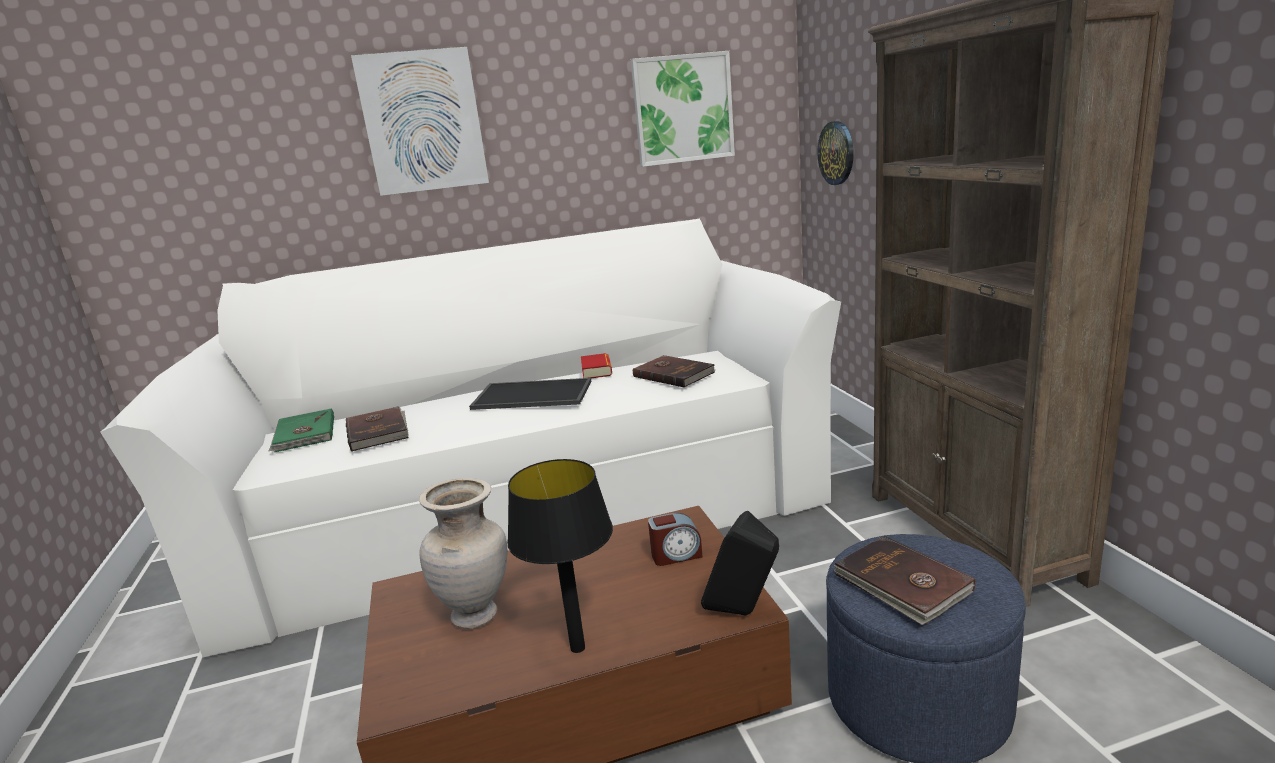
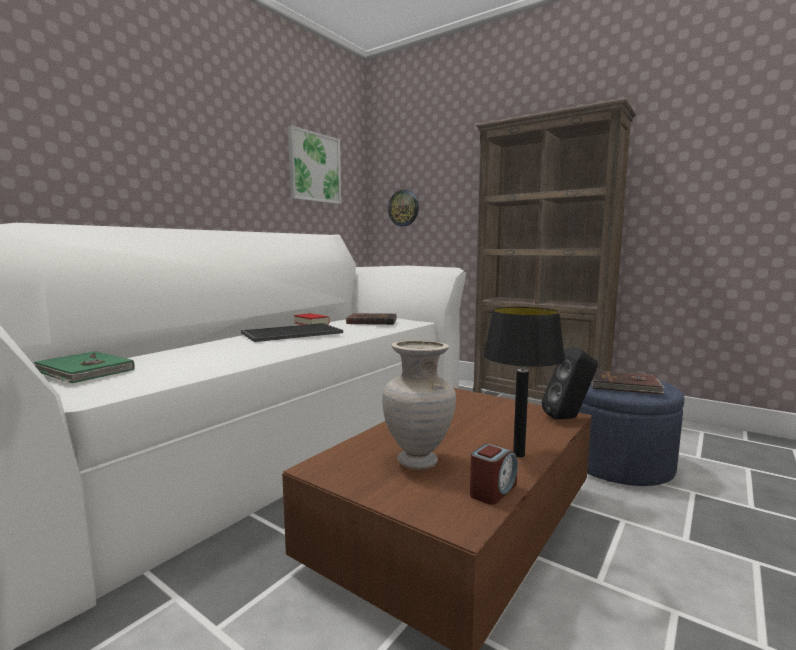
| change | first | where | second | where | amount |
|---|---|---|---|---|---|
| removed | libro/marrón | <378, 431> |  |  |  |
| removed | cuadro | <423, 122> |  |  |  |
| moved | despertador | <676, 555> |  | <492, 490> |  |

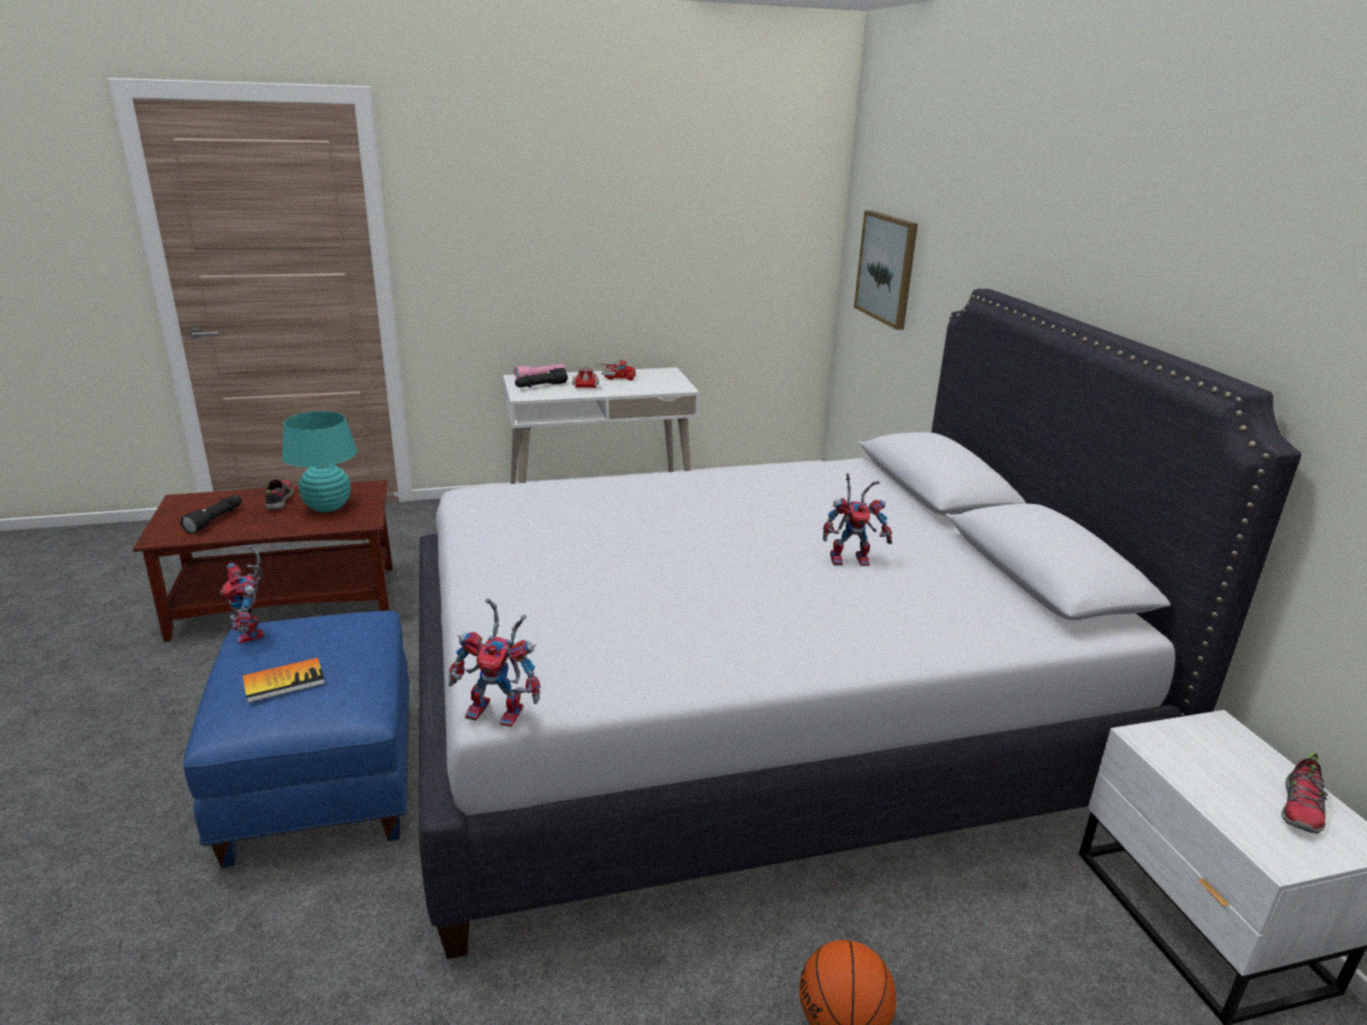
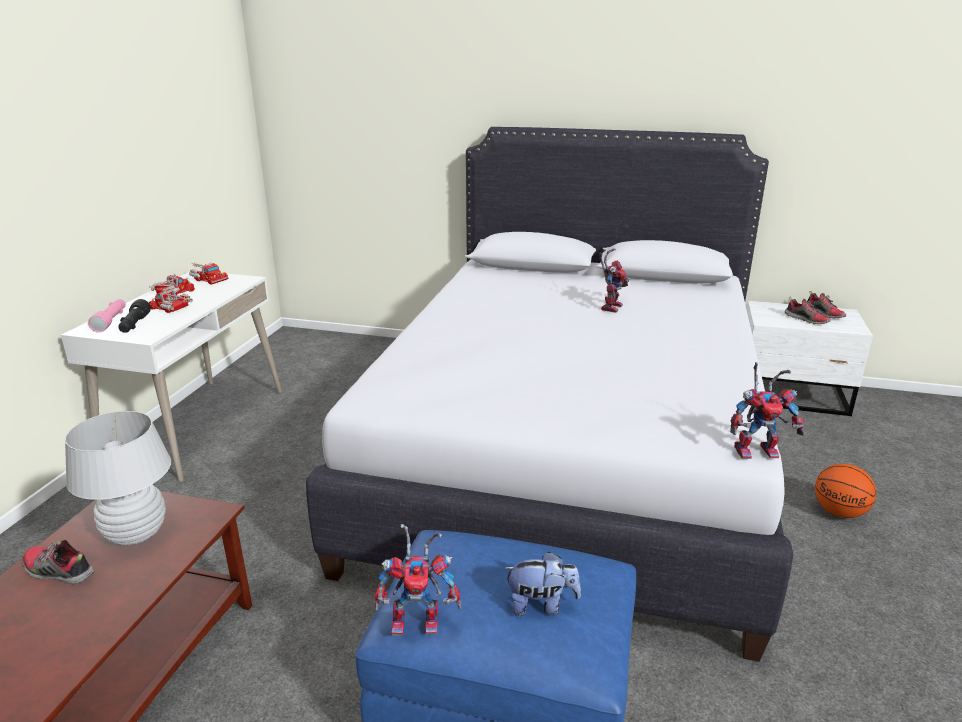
| change | first | where | second | where | amount |
|---|---|---|---|---|---|
| removed | linterna/negro | <215, 520> |  |  |  |
| removed | cuadro | <887, 268> |  |  |  |
| added |  |  | camión de juguete | <207, 279> |  |
| added |  |  | zapato | <806, 320> |  |
| replaced | libro | <284, 682> | peluche | <541, 605> |  |
| recoloured | lámpara de mesa/turquesa | <328, 507> | lámpara de mesa/blanco | <136, 534> |  |
| turned | robot de juguete | <501, 711> |  | <758, 450> | 45 degrees clockwise |

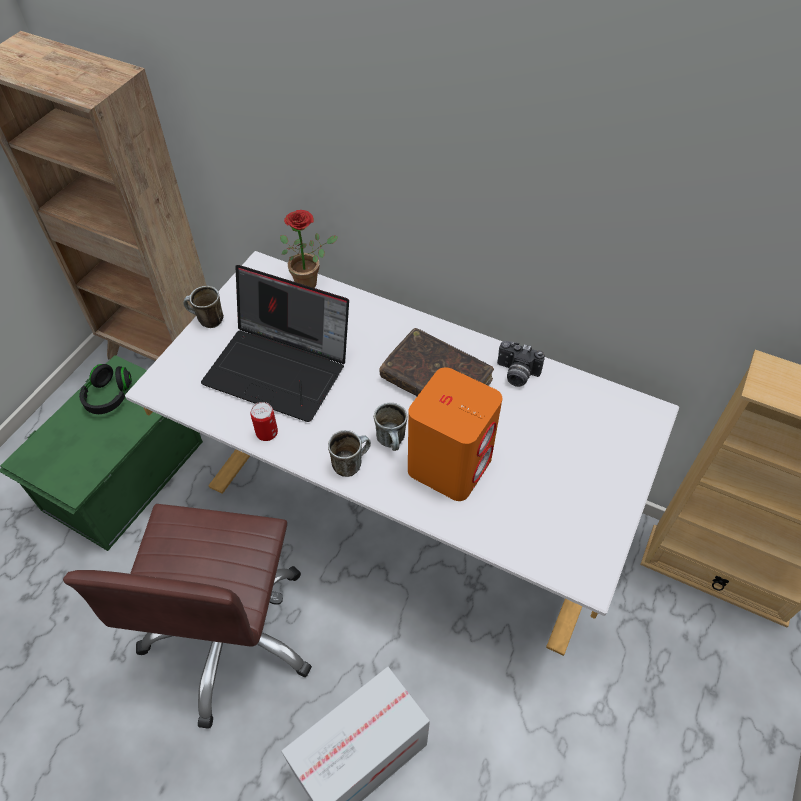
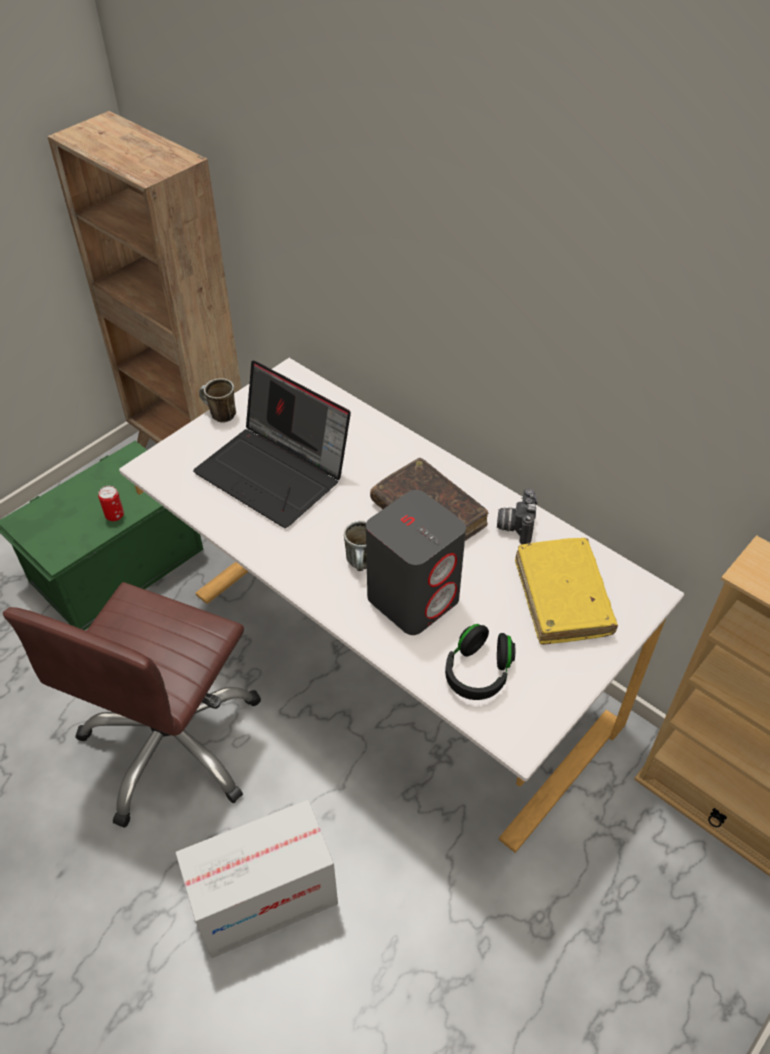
| change | first | where | second | where | amount |
|---|---|---|---|---|---|
| removed | planta en maceta | <310, 282> |  |  |  |
| removed | taza grande | <351, 463> |  |  |  |
| added |  |  | libro/amarillo | <562, 598> |  |
| moved | auriculares/negro | <109, 396> |  | <478, 672> |  |
| moved | lata | <267, 433> |  | <115, 515> |  |
| recoloured | altavoz/naranja | <450, 464> | altavoz/gris | <414, 598> |  |
| turned | cámara | <516, 374> |  | <515, 525> | 60 degrees clockwise |

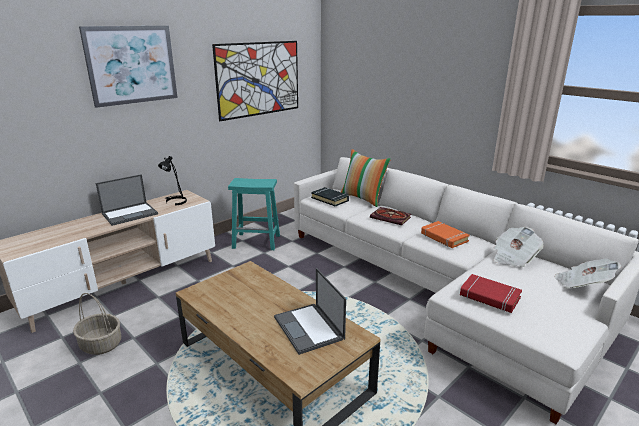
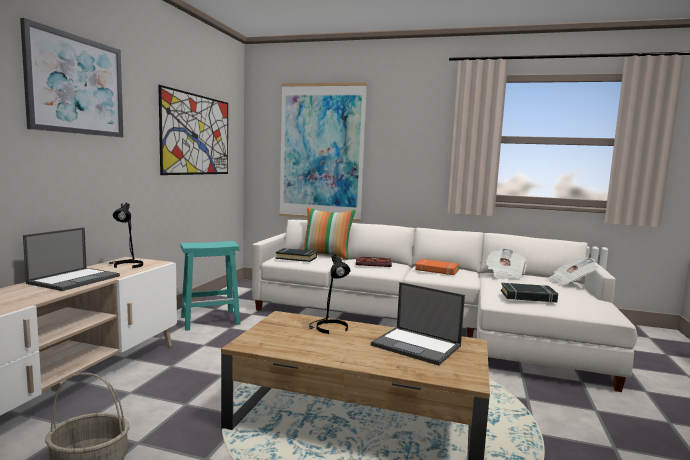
| change | first | where | second | where | amount |
|---|---|---|---|---|---|
| added |  |  | cuadro | <321, 152> |  |
| added |  |  | lámpara de mesa/negro | <330, 328> |  |
| recoloured | libro/rojo | <489, 297> | libro/negro | <528, 297> |  |

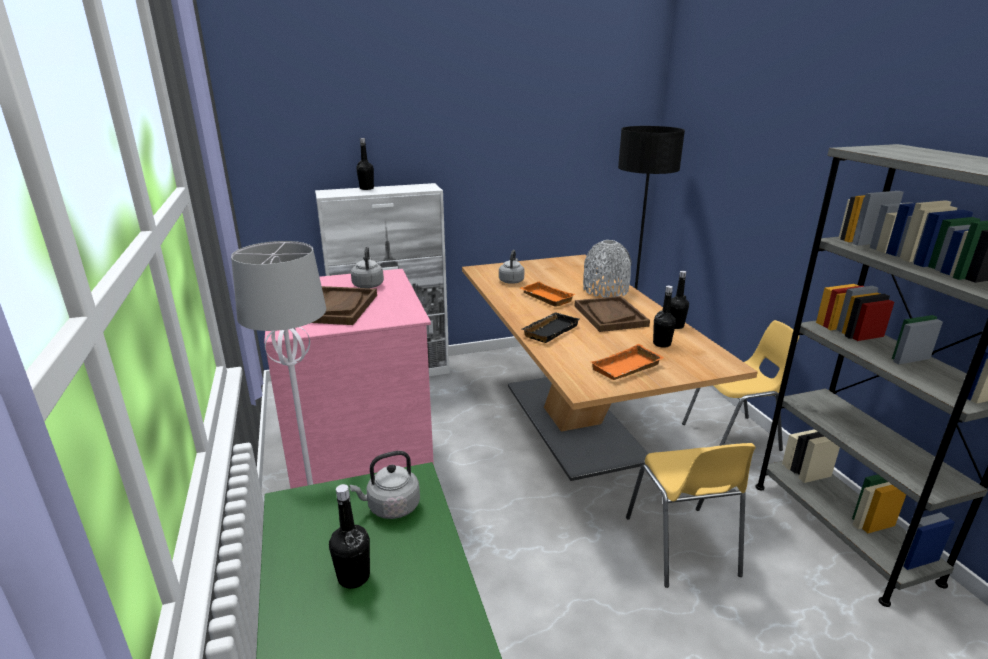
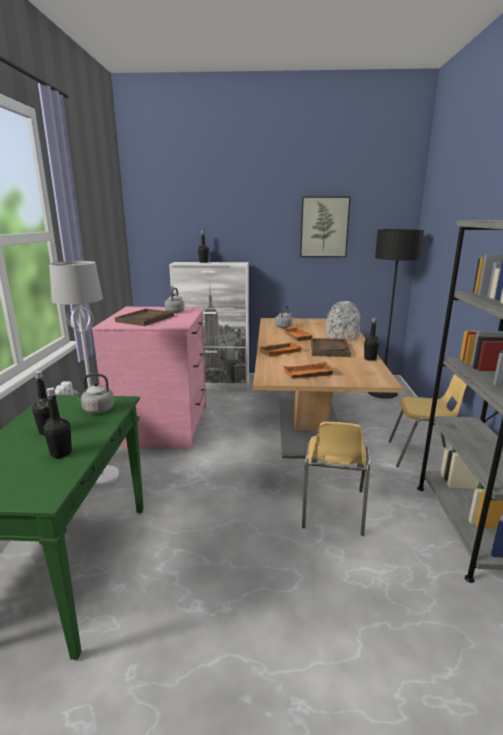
| change | first | where | second | where | amount |
|---|---|---|---|---|---|
| added |  |  | cuadro | <324, 227> |  |
| moved | botella/negro | <661, 344> |  | <61, 453> |  |
| recoloured | bandeja/negro | <549, 330> | bandeja/naranja | <279, 351> |  |

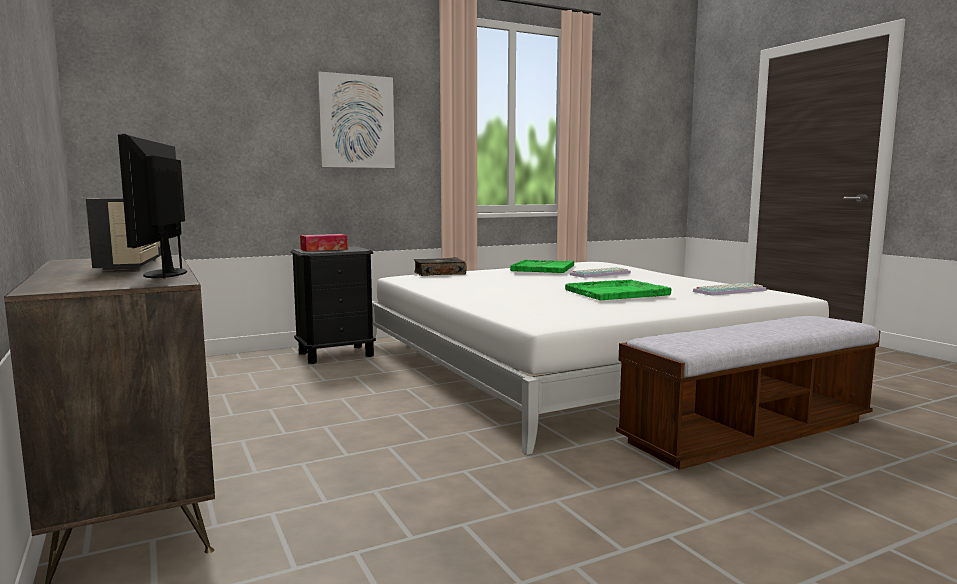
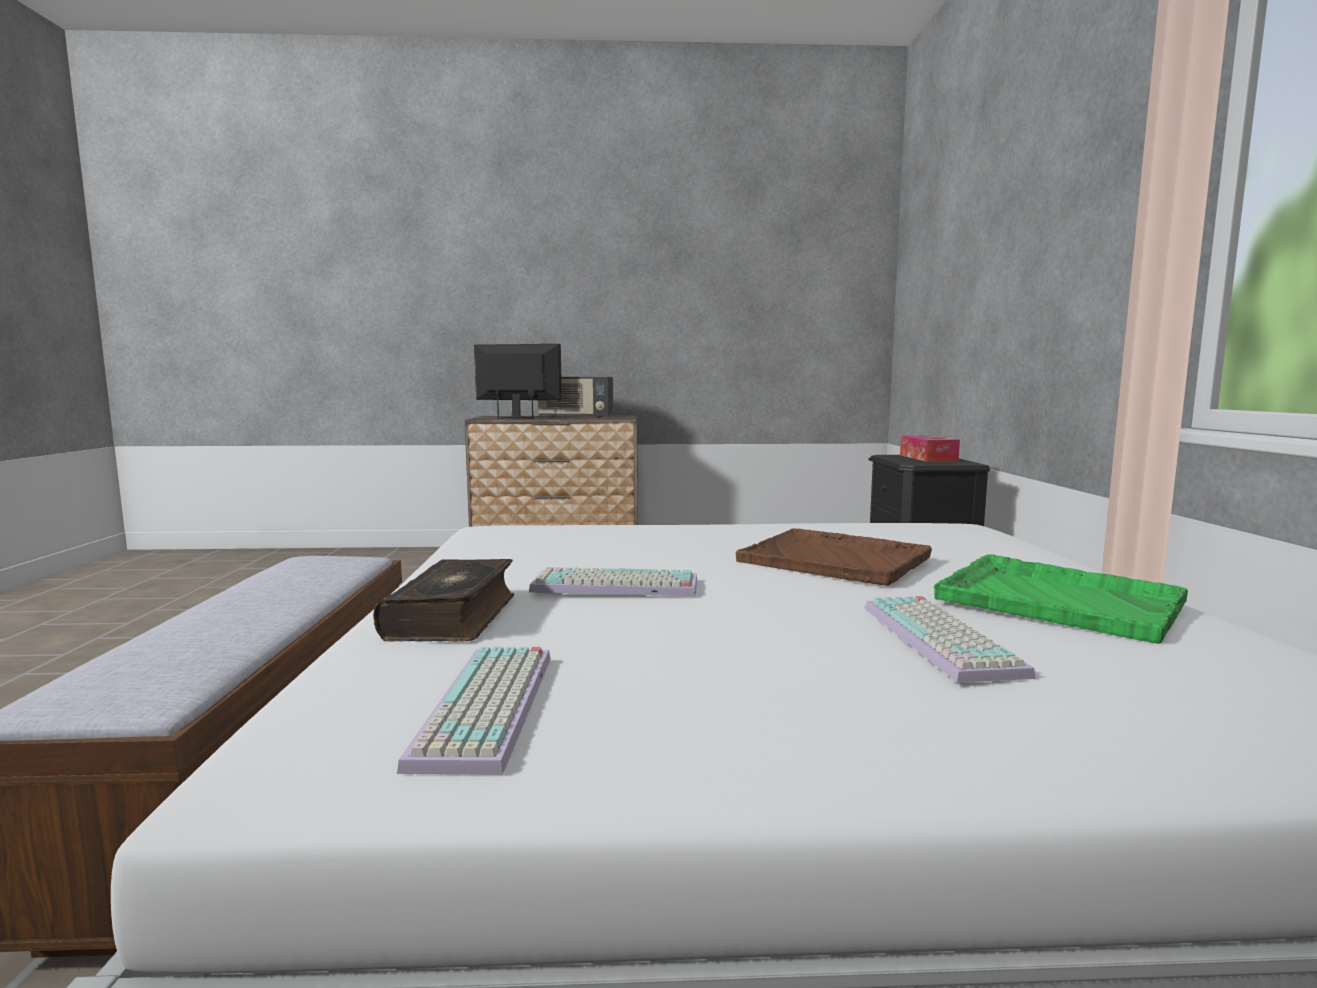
| change | first | where | second | where | amount |
|---|---|---|---|---|---|
| removed | cuadro | <356, 122> |  |  |  |
| added |  |  | bandeja/marrón | <836, 560> |  |
| moved | libro | <439, 273> |  | <454, 617> |  |
| replaced | bandeja/verde | <617, 292> | teclado | <613, 586> |  |

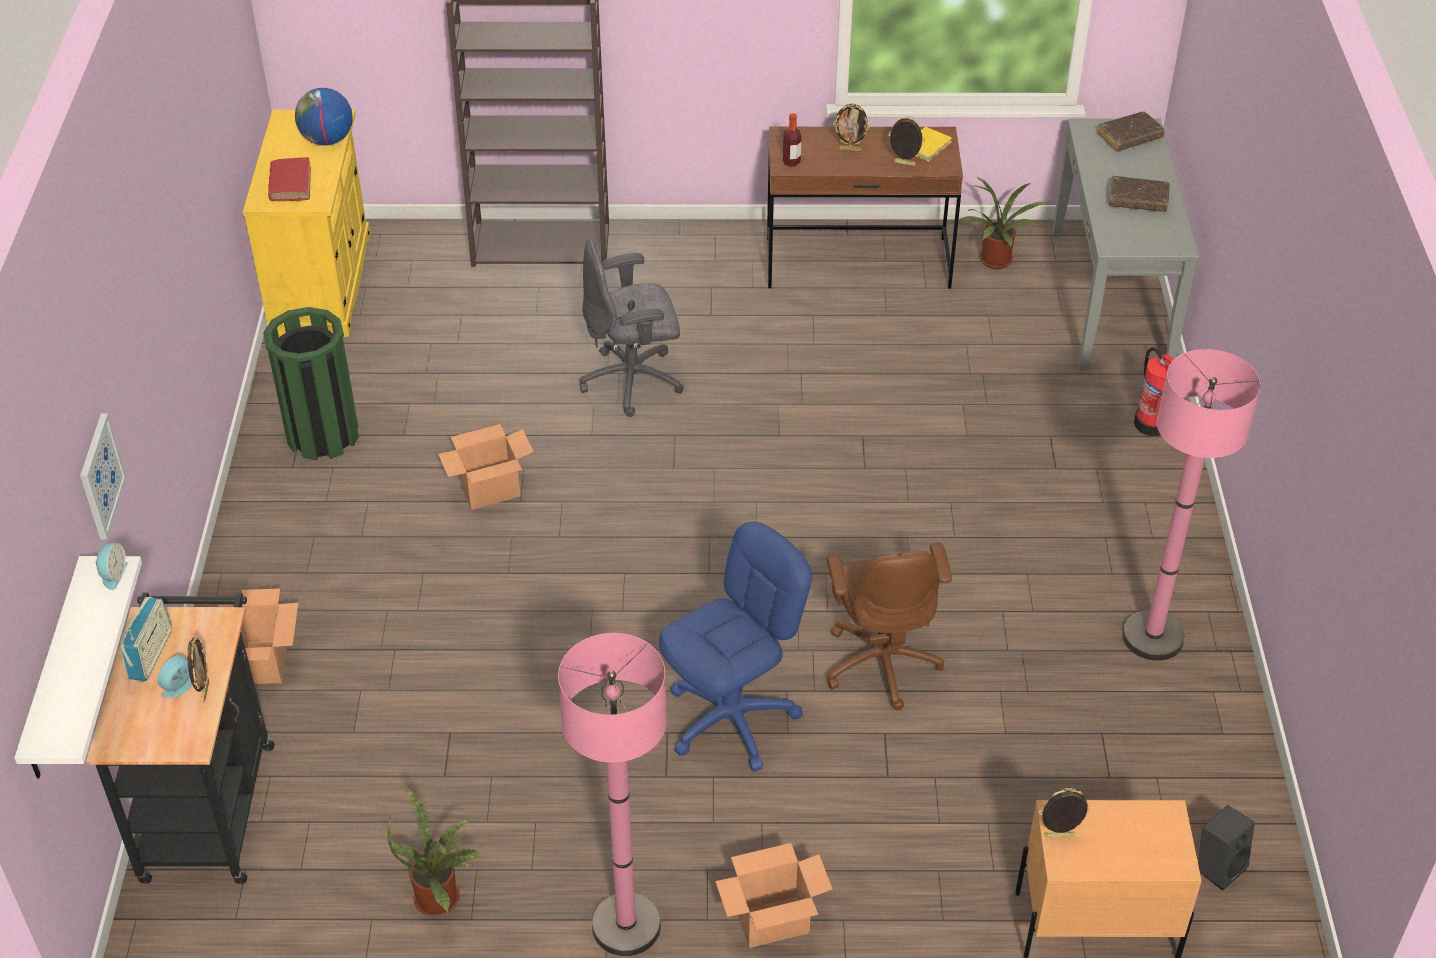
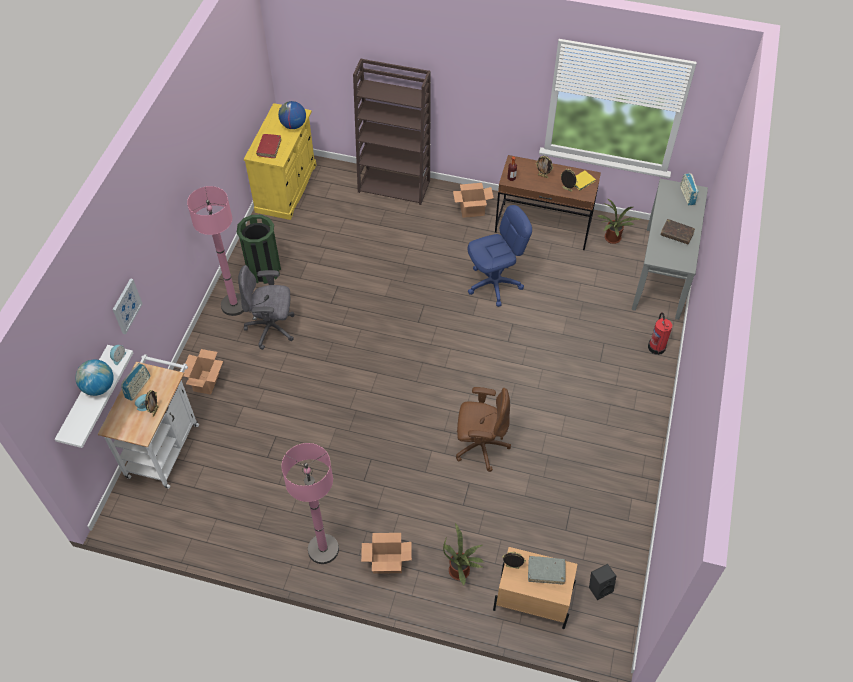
| change | first | where | second | where | amount |
|---|---|---|---|---|---|
| added |  |  | globo terráqueo | <99, 387> |  |
| added |  |  | libro/gris | <546, 571> |  |
| moved | planta en maceta | <442, 897> |  | <461, 570> |  |
| moved | caja de cartón | <489, 491> |  | <472, 211> |  |
| moved | silla de oficina/gris | <633, 381> |  | <272, 328> |  |
| moved | silla de oficina/azul | <732, 719> |  | <494, 284> |  |
| moved | lámpara de pie/rosa | <1152, 637> |  | <234, 305> |  |
| replaced | libro/marrón | <1129, 137> | radio | <687, 195> |  |
| recoloured | carrito/negro | <209, 802> | carrito/blanco | <165, 446> |  |
| turned | silla de oficina/marrón | <881, 662> |  | <480, 446> | 90 degrees counterclockwise |

